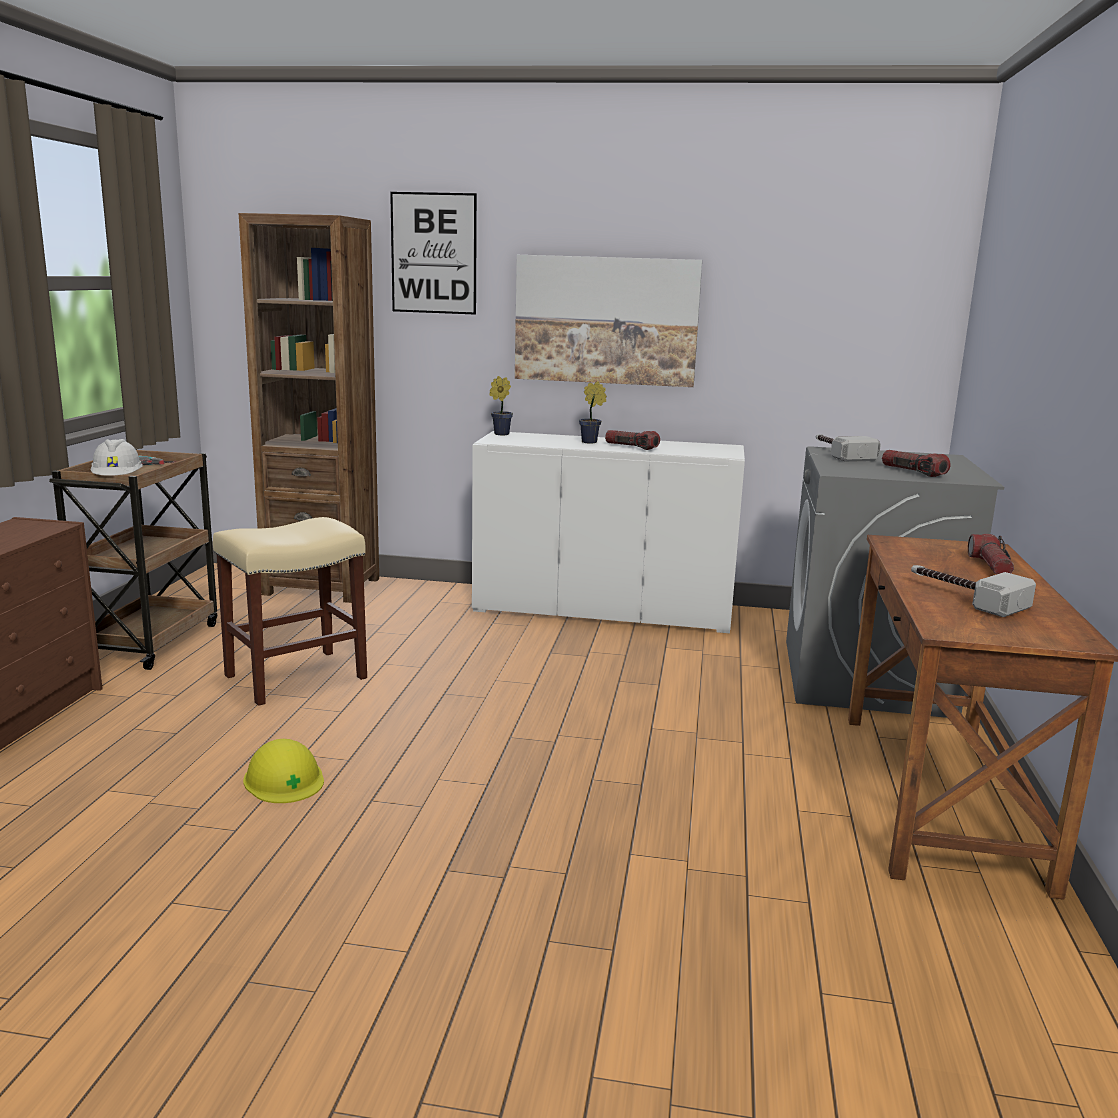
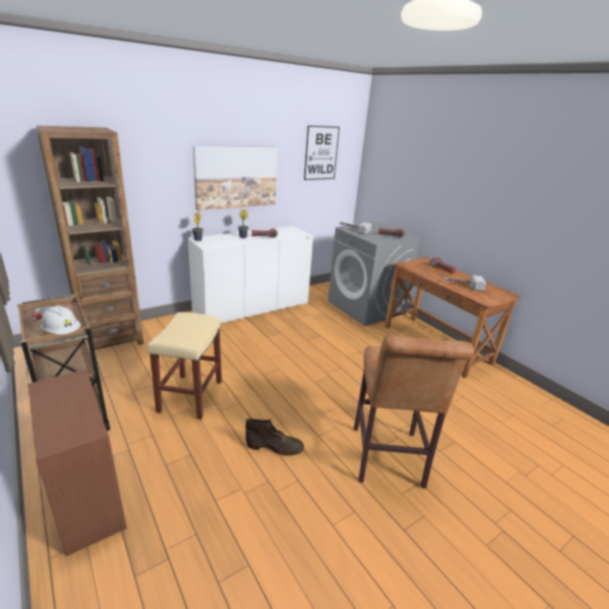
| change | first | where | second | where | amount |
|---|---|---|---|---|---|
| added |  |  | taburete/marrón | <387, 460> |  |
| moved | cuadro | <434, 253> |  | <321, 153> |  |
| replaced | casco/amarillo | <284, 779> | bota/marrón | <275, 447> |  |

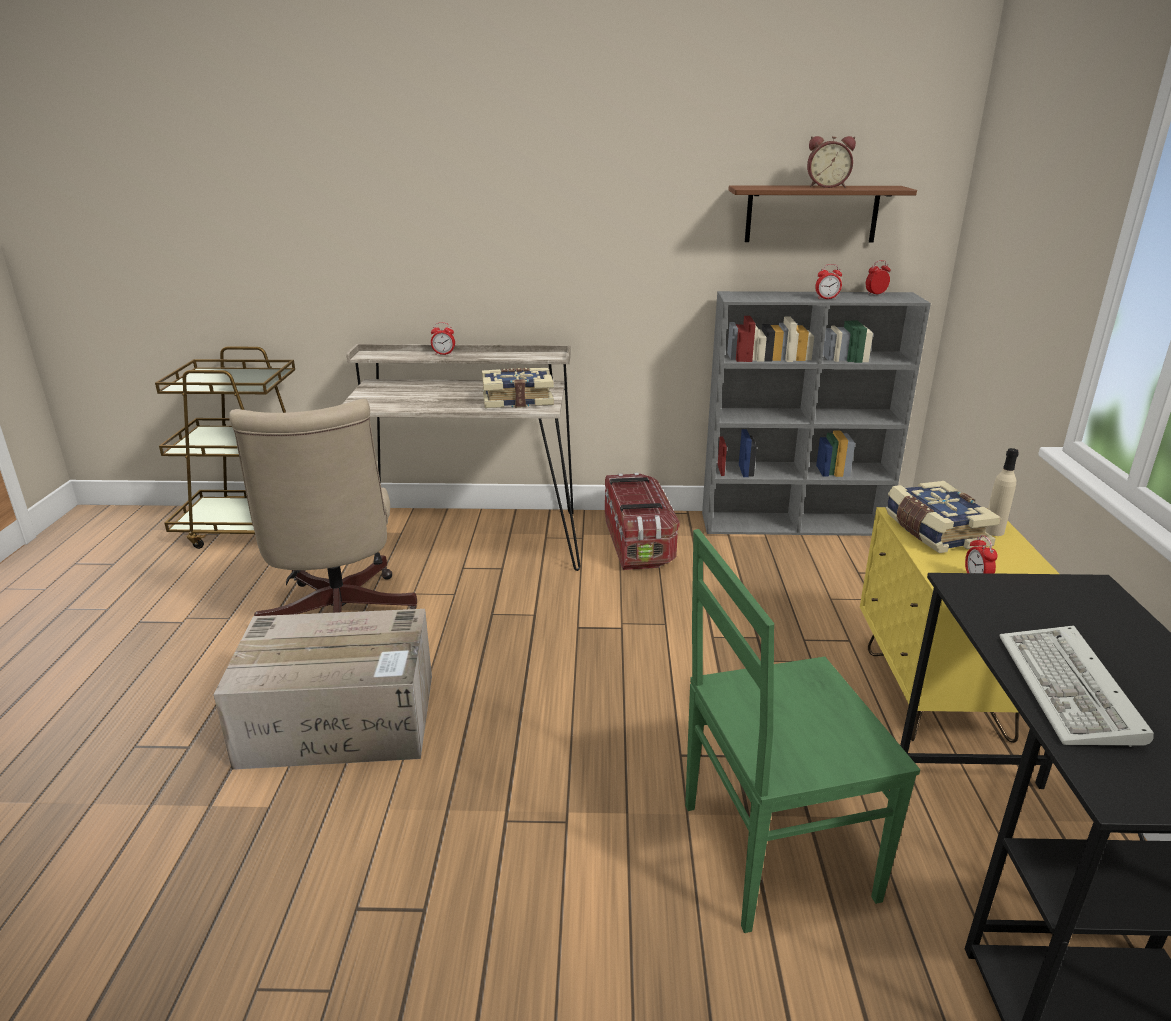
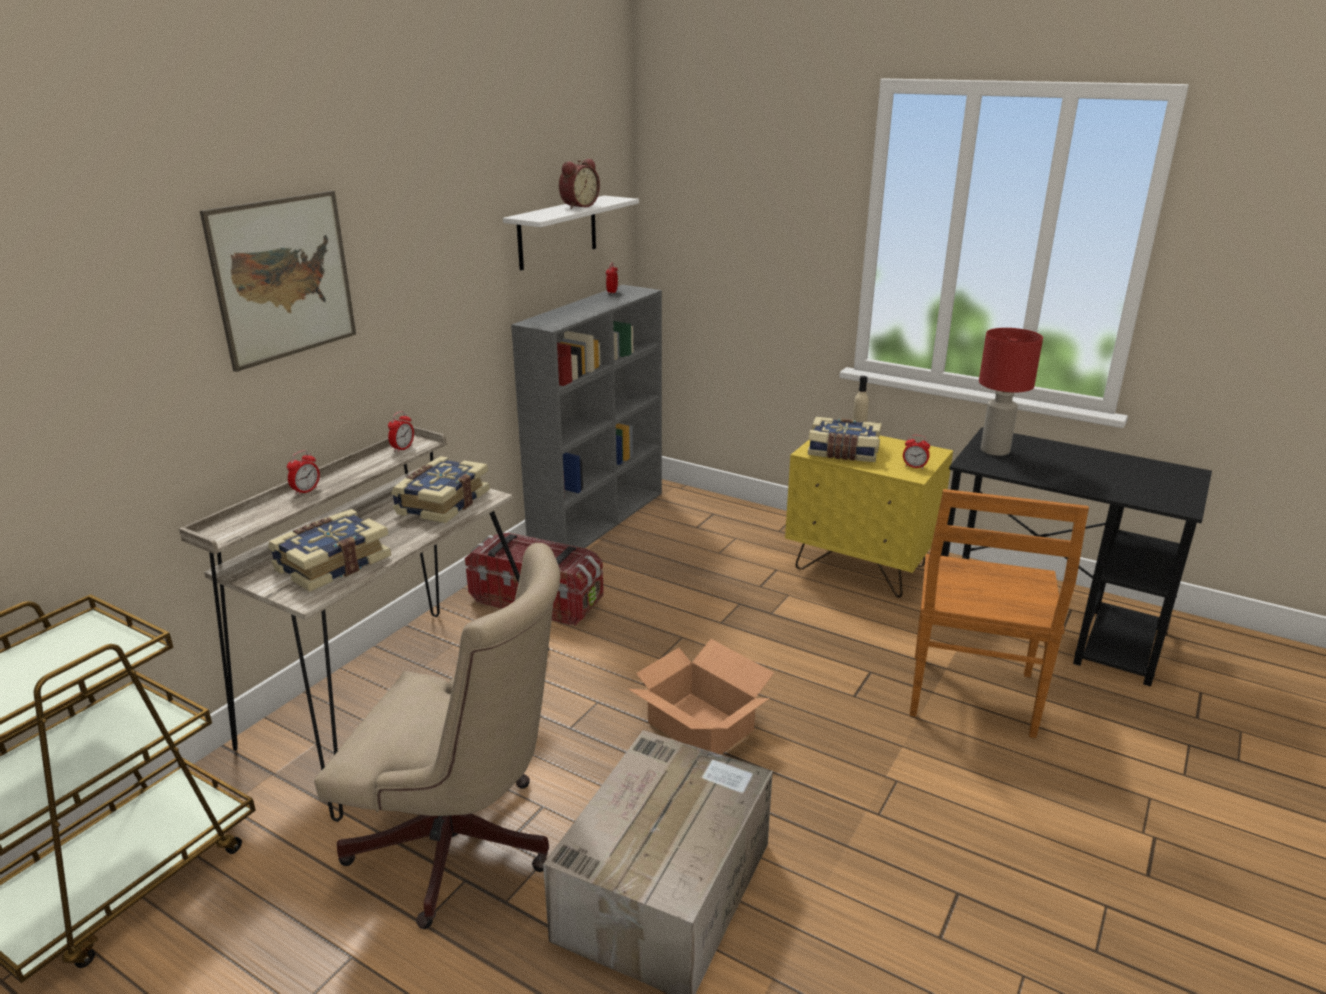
| change | first | where | second | where | amount |
|---|---|---|---|---|---|
| removed | teclado | <1071, 692> |  |  |  |
| added |  |  | cuadro | <283, 278> |  |
| added |  |  | libro | <331, 563> |  |
| added |  |  | caja de cartón | <700, 727> |  |
| added |  |  | lámpara de mesa/rojo | <994, 450> |  |
| moved | despertador | <826, 298> |  | <403, 448> |  |
| recoloured | silla/verde | <771, 851> | silla/marrón | <971, 697> |  |
| recoloured | estante/marrón | <811, 214> | estante/blanco | <557, 232> |  |

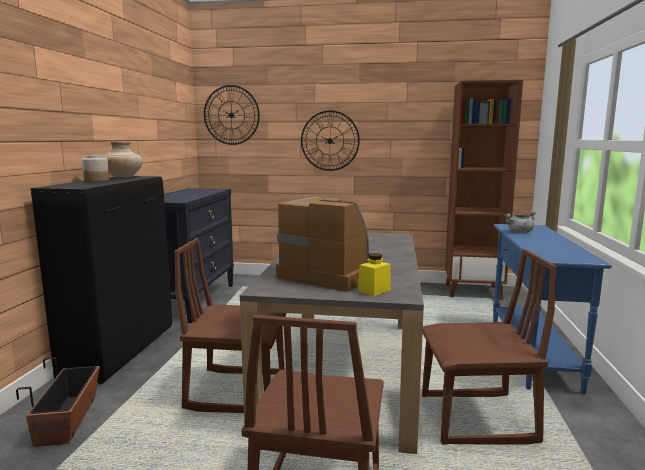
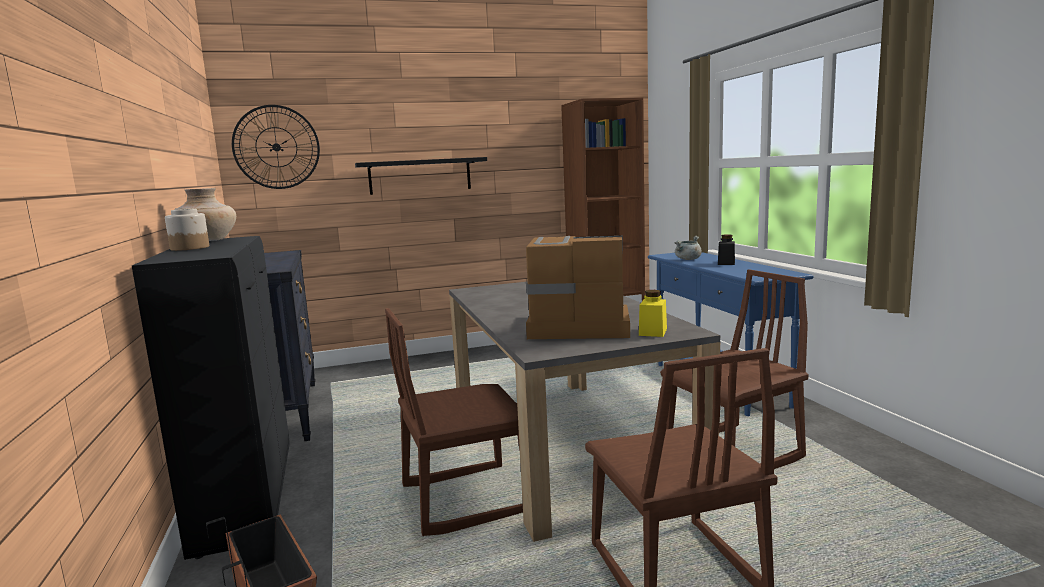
| change | first | where | second | where | amount |
|---|---|---|---|---|---|
| added |  |  | tarro/negro | <726, 263> |  |
| replaced | reloj de pared | <330, 141> | estante/negro | <420, 176> |  |

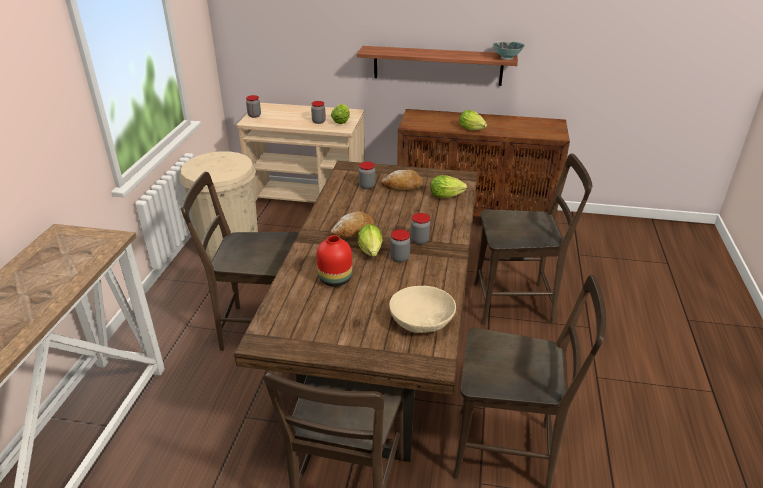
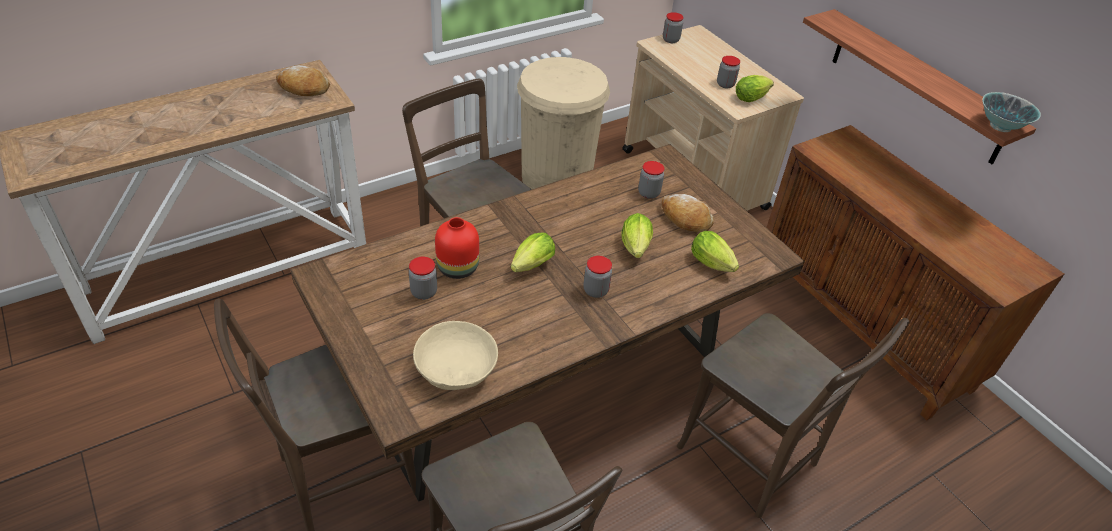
| change | first | where | second | where | amount |
|---|---|---|---|---|---|
| moved | pan | <353, 231> |  | <303, 88> |  |
| moved | tarro | <399, 258> |  | <424, 292> |  |
| moved | lechuga | <473, 130> |  | <635, 249> |  |

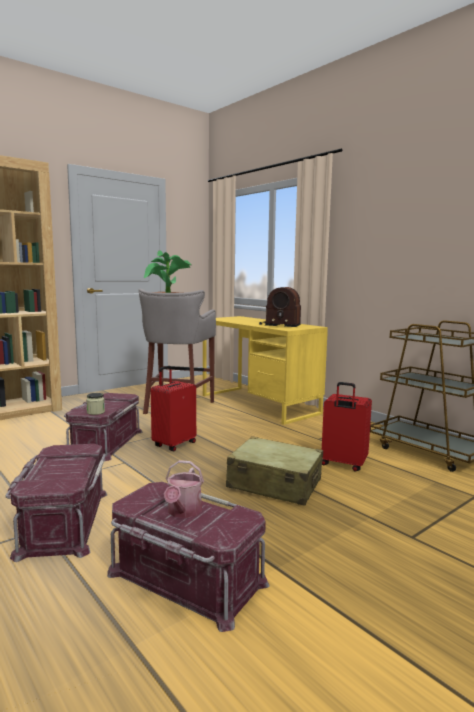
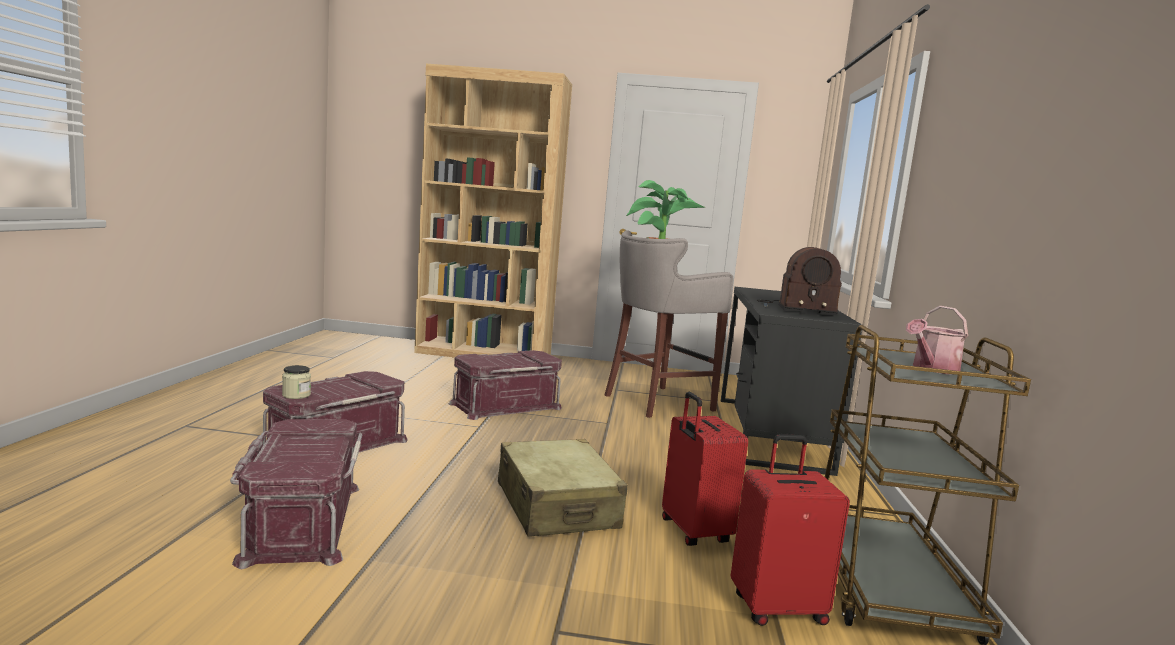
| change | first | where | second | where | amount |
|---|---|---|---|---|---|
| moved | tarro | <96, 412> |  | <296, 395> |  |
| moved | maleta/rojo | <174, 444> |  | <777, 608> |  |
| moved | regadera | <183, 512> |  | <932, 369> |  |
| recoloured | escritorio/amarillo | <258, 404> | escritorio/negro | <769, 433> |  |
| turned | radio | <279, 325> |  | <794, 308> | 60 degrees counterclockwise |

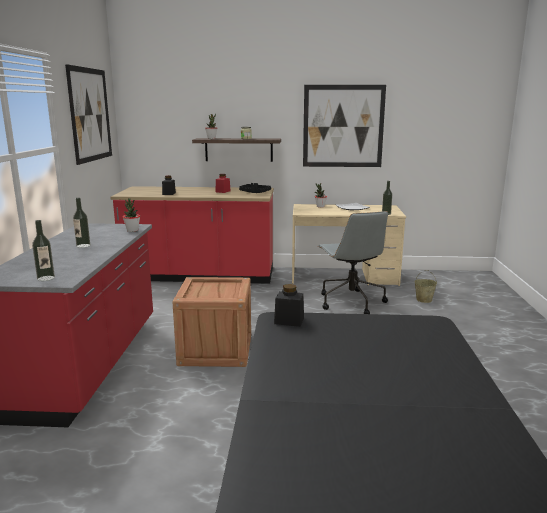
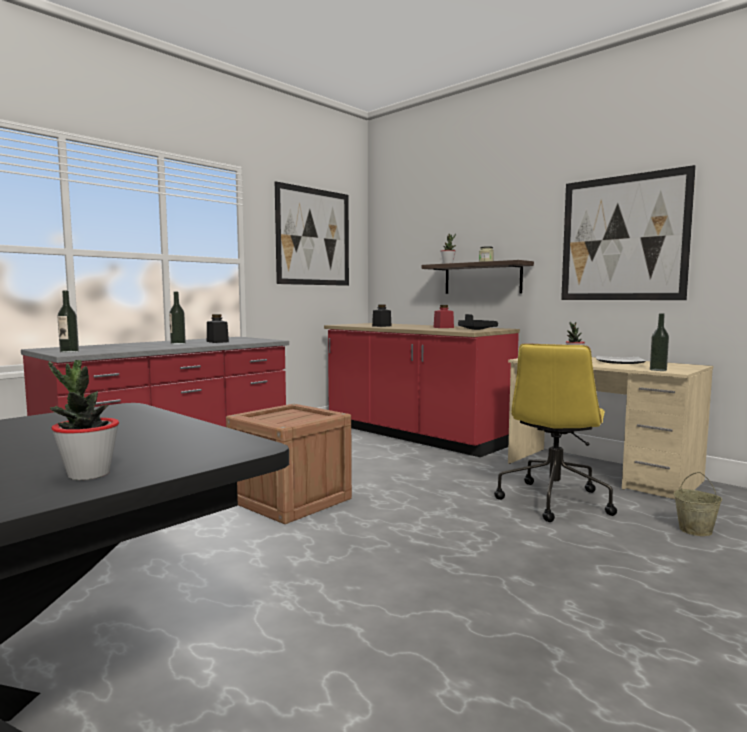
| change | first | where | second | where | amount |
|---|---|---|---|---|---|
| moved | planta en maceta | <132, 230> |  | <88, 474> |  |
| moved | tarro/negro | <289, 321> |  | <217, 342> |  |
| recoloured | silla de oficina/gris | <350, 302> | silla de oficina/amarillo | <554, 500> |  |

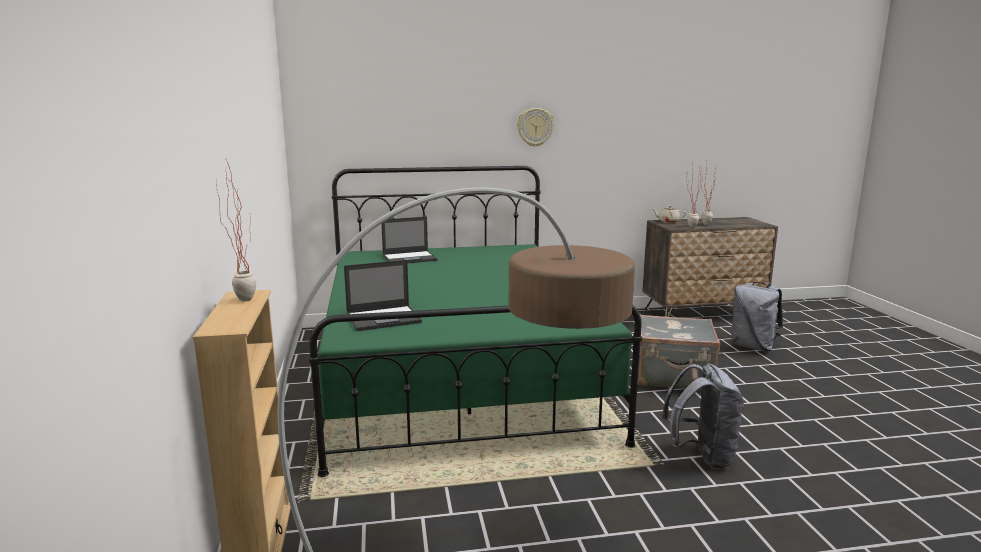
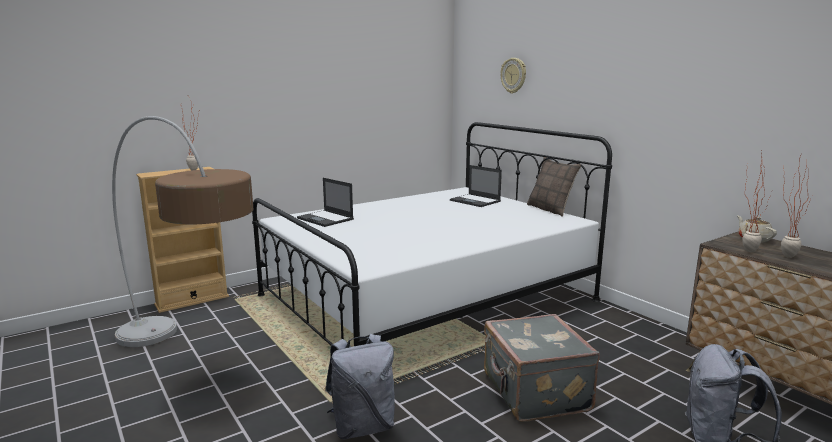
| change | first | where | second | where | amount |
|---|---|---|---|---|---|
| added |  |  | cojín | <550, 209> |  |
| moved | reloj de pared | <535, 127> |  | <513, 75> |  |
| recoloured | cama/verde | <457, 375> | cama/blanco | <426, 298> |  |

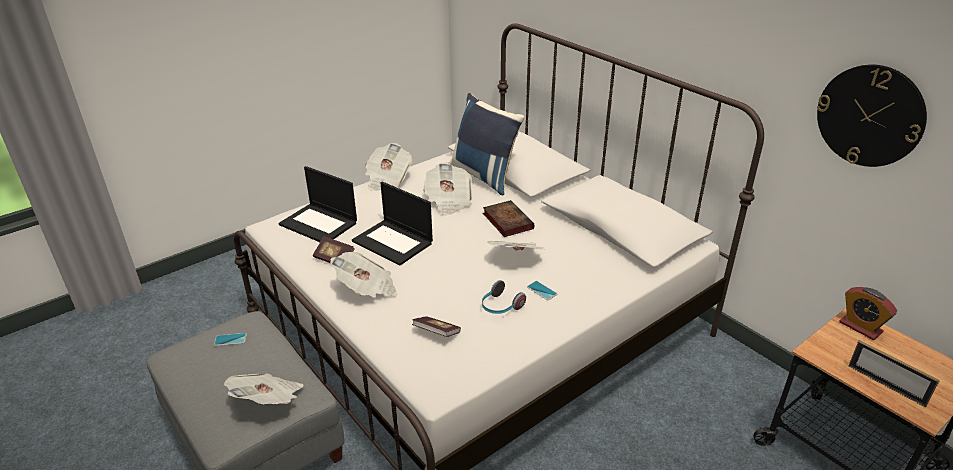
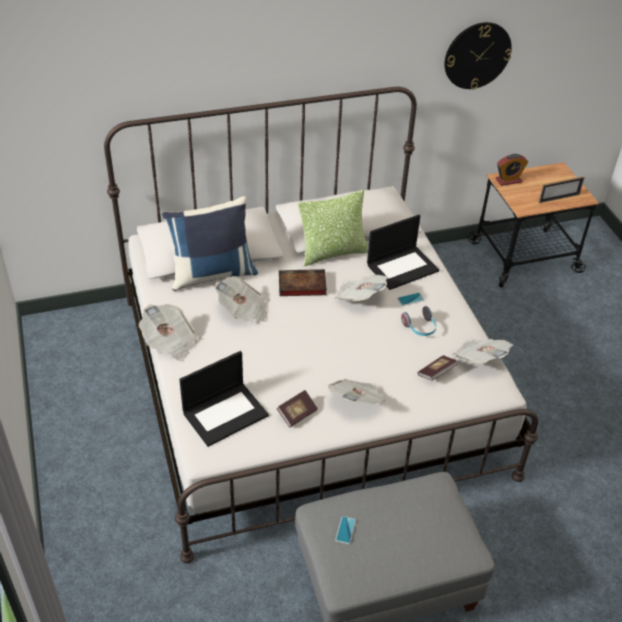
| change | first | where | second | where | amount |
|---|---|---|---|---|---|
| added |  |  | cojín | <332, 253> |  |
| moved | periódico | <269, 401> |  | <479, 359> |  |
| moved | portátil | <393, 242> |  | <402, 267> |  |

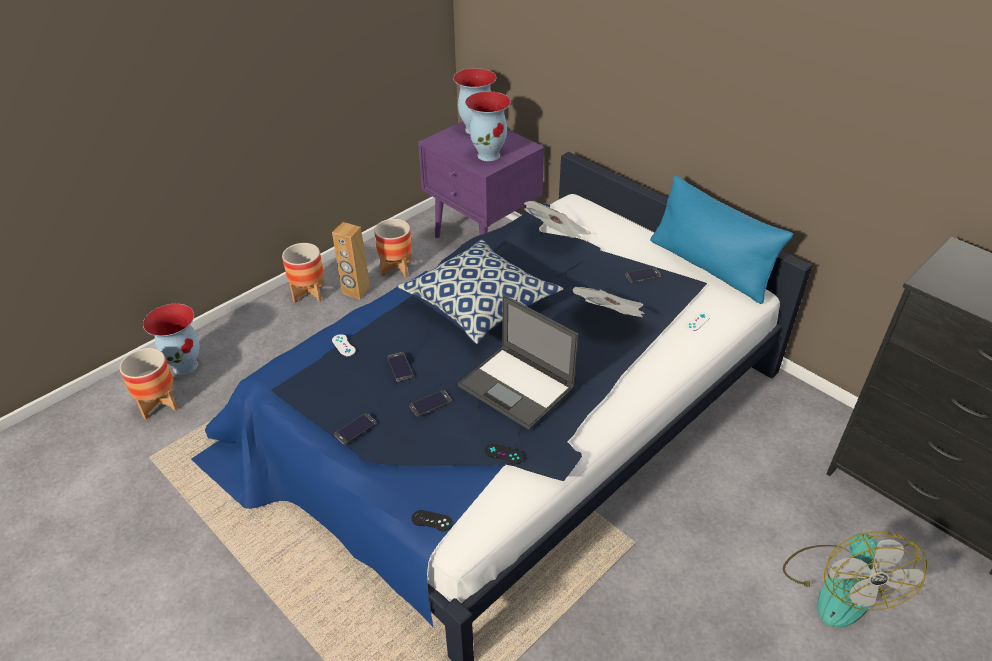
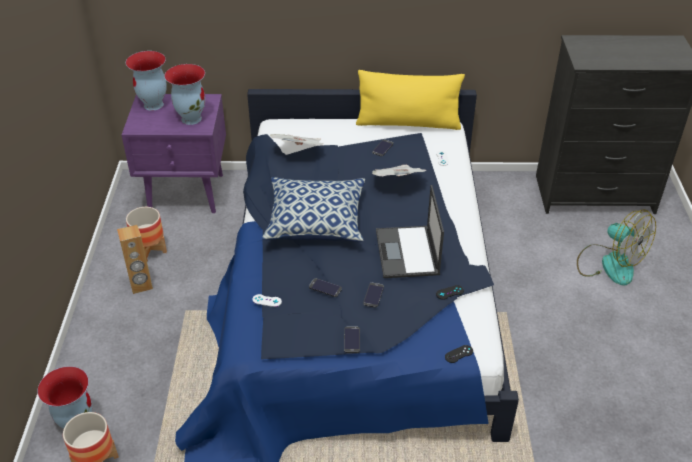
| change | first | where | second | where | amount |
|---|---|---|---|---|---|
| removed | maceta | <309, 293> |  |  |  |
| recoloured | cojín/azul | <709, 267> | cojín/amarillo | <408, 123> |  |
| turned | portátil | <517, 387> |  | <407, 253> | 90 degrees clockwise |

